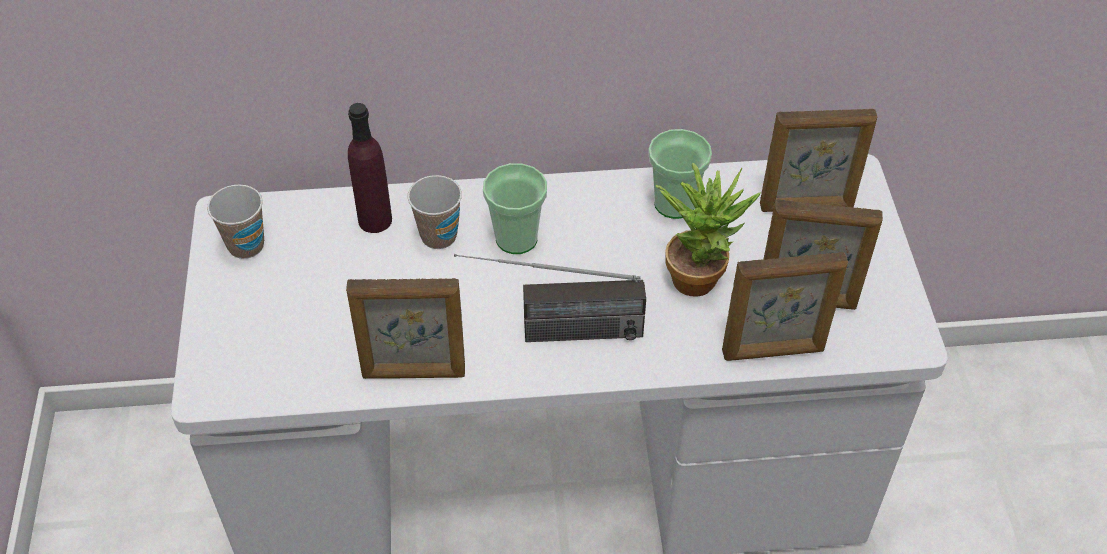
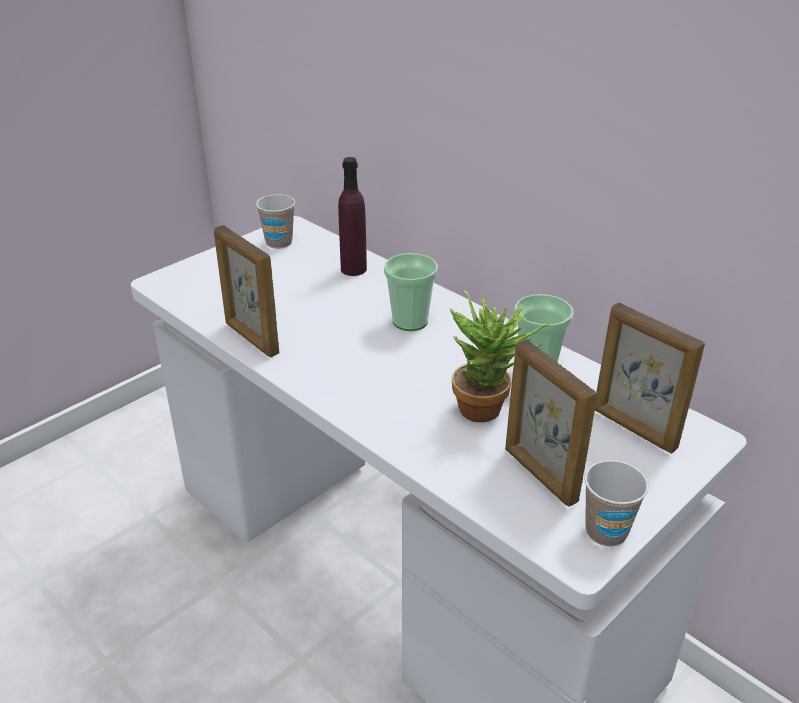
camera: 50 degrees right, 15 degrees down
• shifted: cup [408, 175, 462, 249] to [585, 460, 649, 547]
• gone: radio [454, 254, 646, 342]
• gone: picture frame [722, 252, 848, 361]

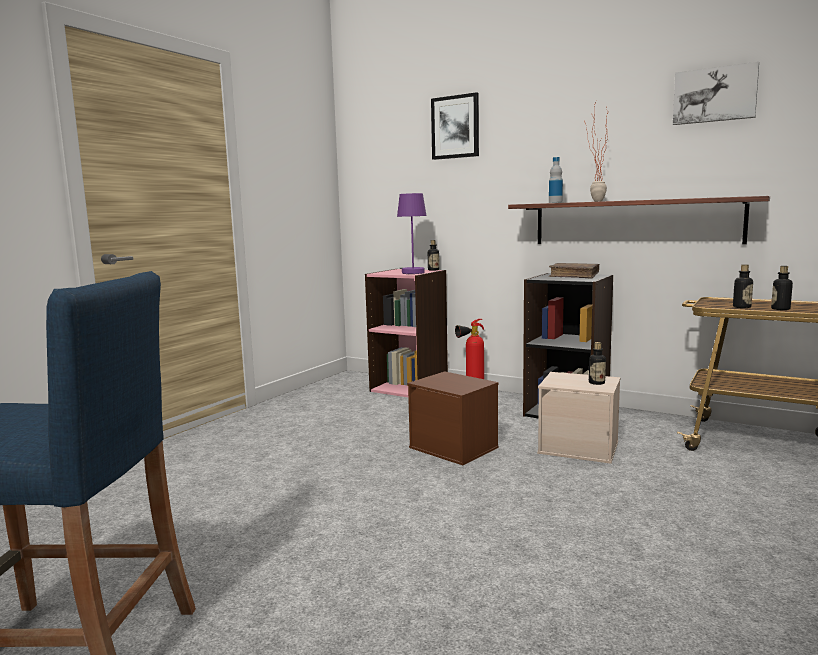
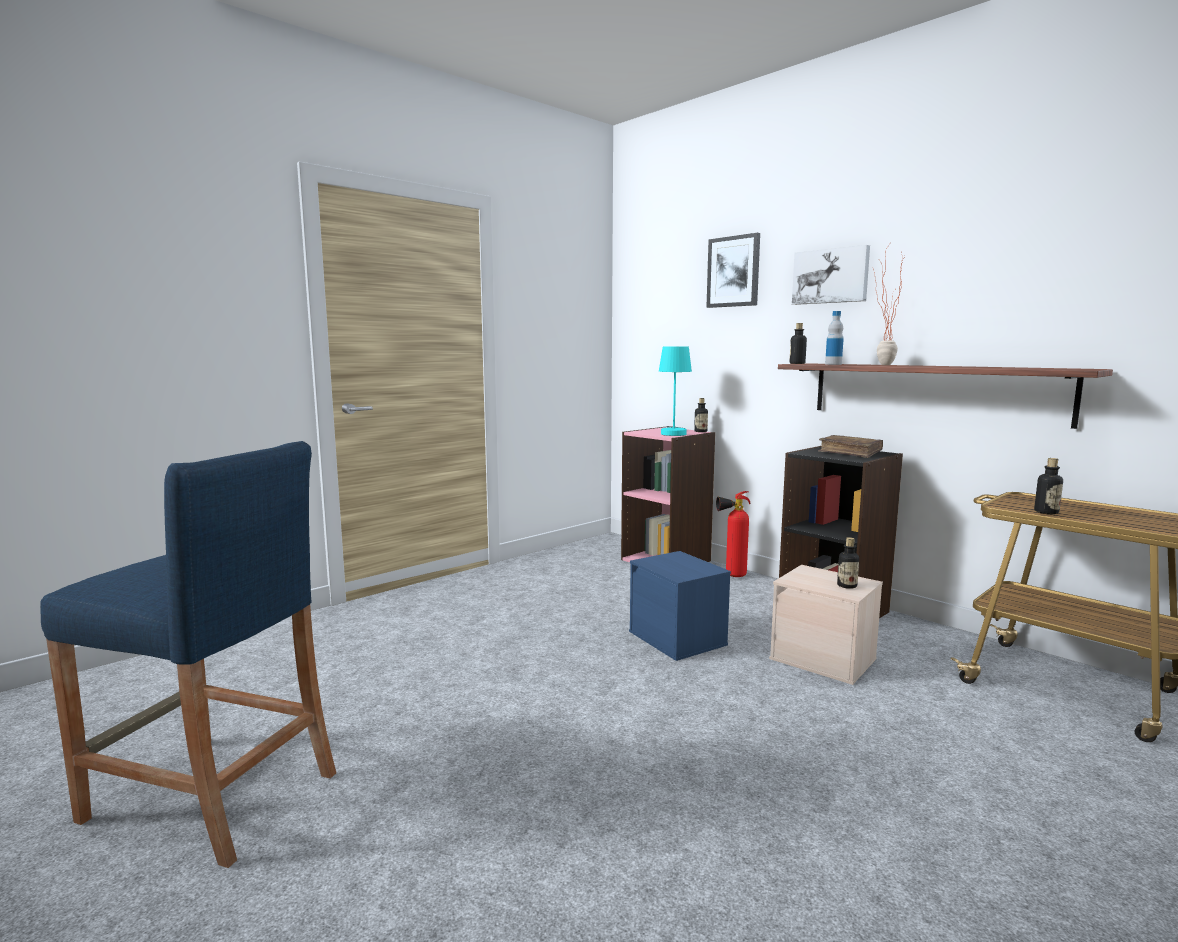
camera: 15 degrees right, 0 degrees up
• repainted: storage box in brown [407, 371, 499, 465] to storage box in blue [629, 551, 731, 661]
• repainted: table lamp in purple [397, 193, 427, 274] to table lamp in turquoise [659, 347, 692, 436]
• shifted: bottle [771, 266, 793, 310] to [790, 323, 807, 364]
• shifted: picture [673, 62, 759, 125] to [792, 245, 870, 305]

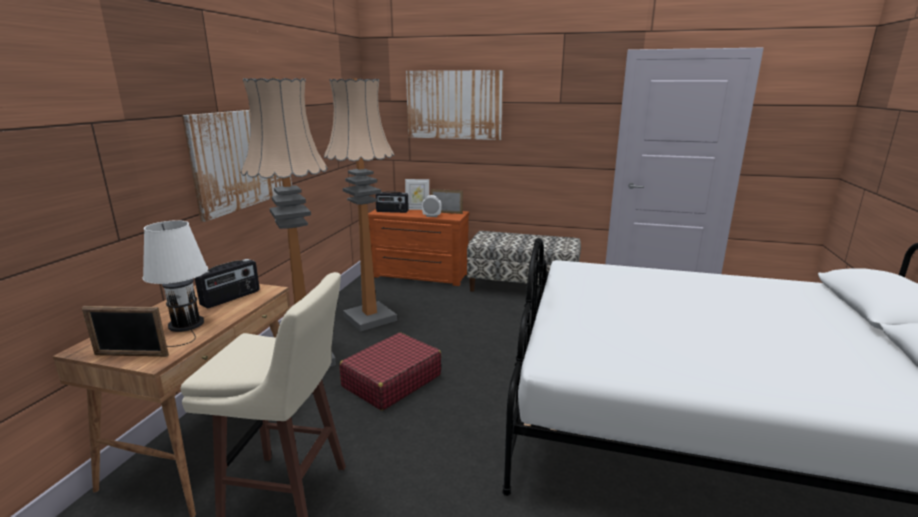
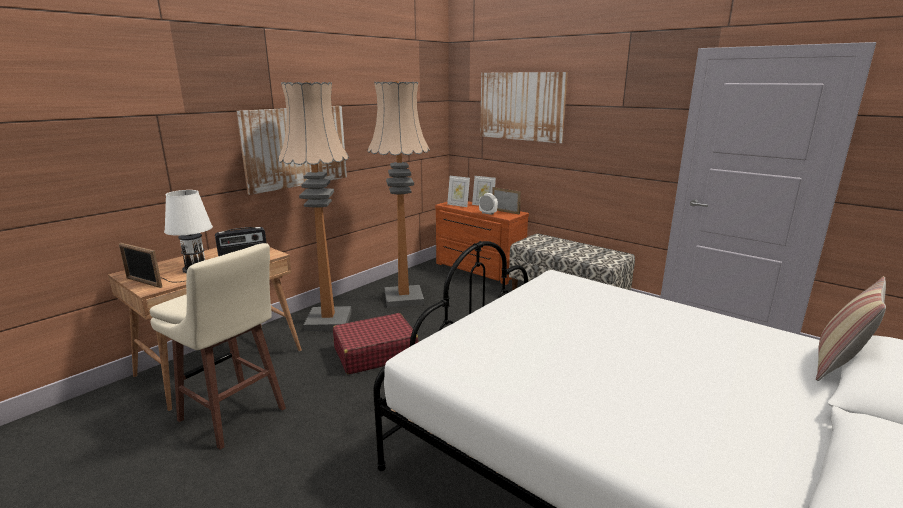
camera: 25 degrees right, 0 degrees up
• swapped: radio [375, 191, 409, 213] to picture frame [447, 176, 470, 207]
• new: pillow [816, 276, 886, 381]

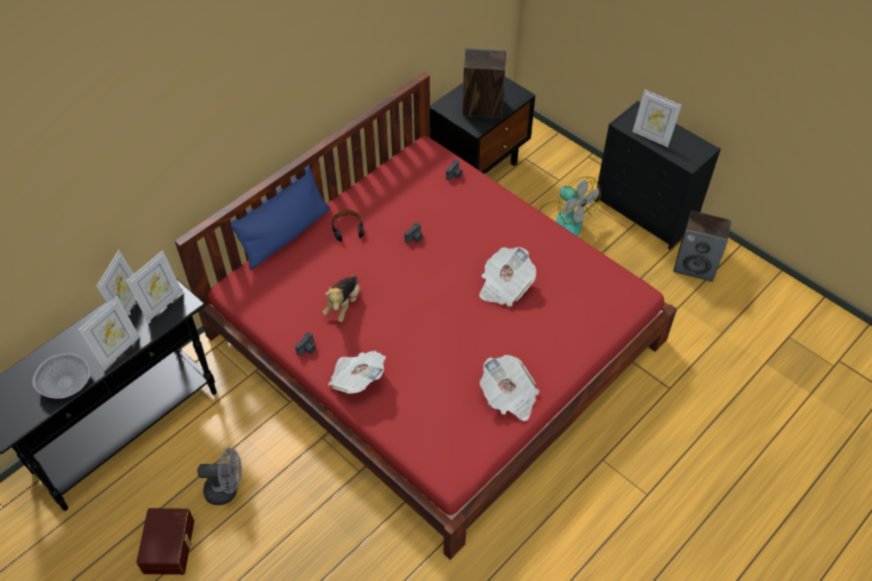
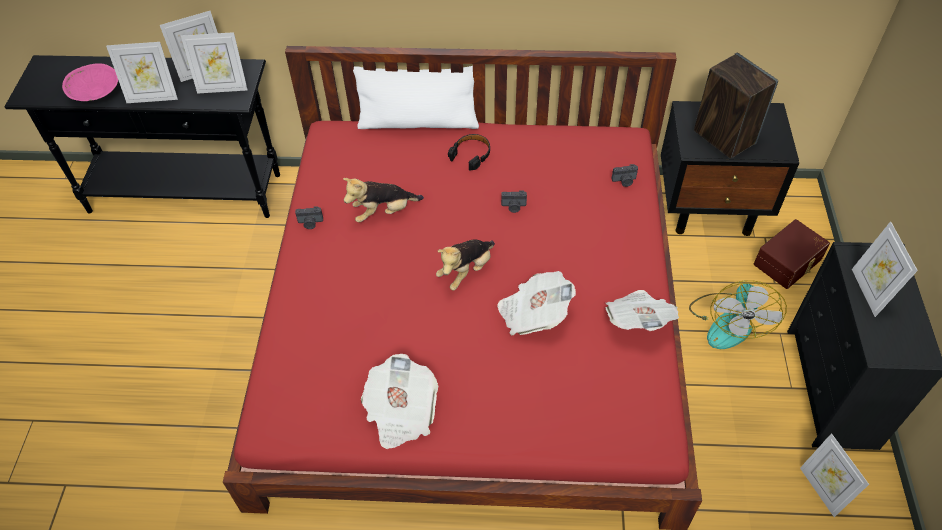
camera: 50 degrees right, 0 degrees up
• repainted: bowl in grey [32, 353, 90, 399] to bowl in pink [62, 63, 118, 101]
• repainted: pillow in blue [231, 165, 330, 270] to pillow in white [353, 66, 479, 129]
• new: plush toy [436, 239, 495, 290]
• shifted: newspaper [328, 351, 386, 394] to [605, 290, 679, 331]
• shifted: storage box in brown [136, 508, 194, 575] to [754, 219, 830, 289]
• swapped: speaker [673, 211, 732, 282] to picture frame [800, 433, 869, 517]
• gone: fan in grey [198, 448, 242, 505]

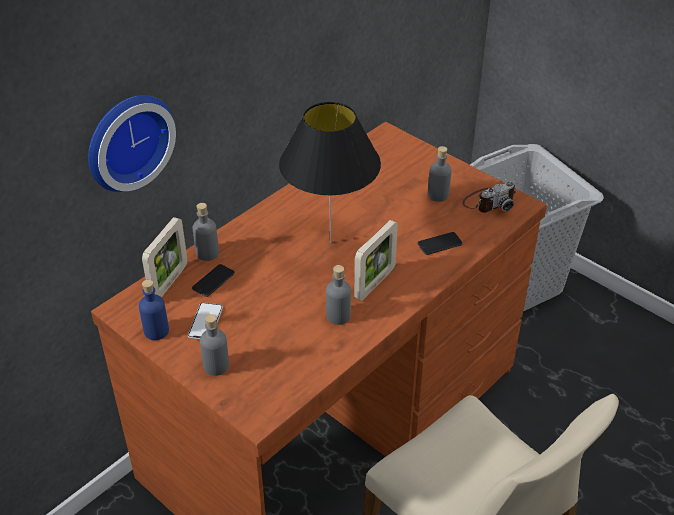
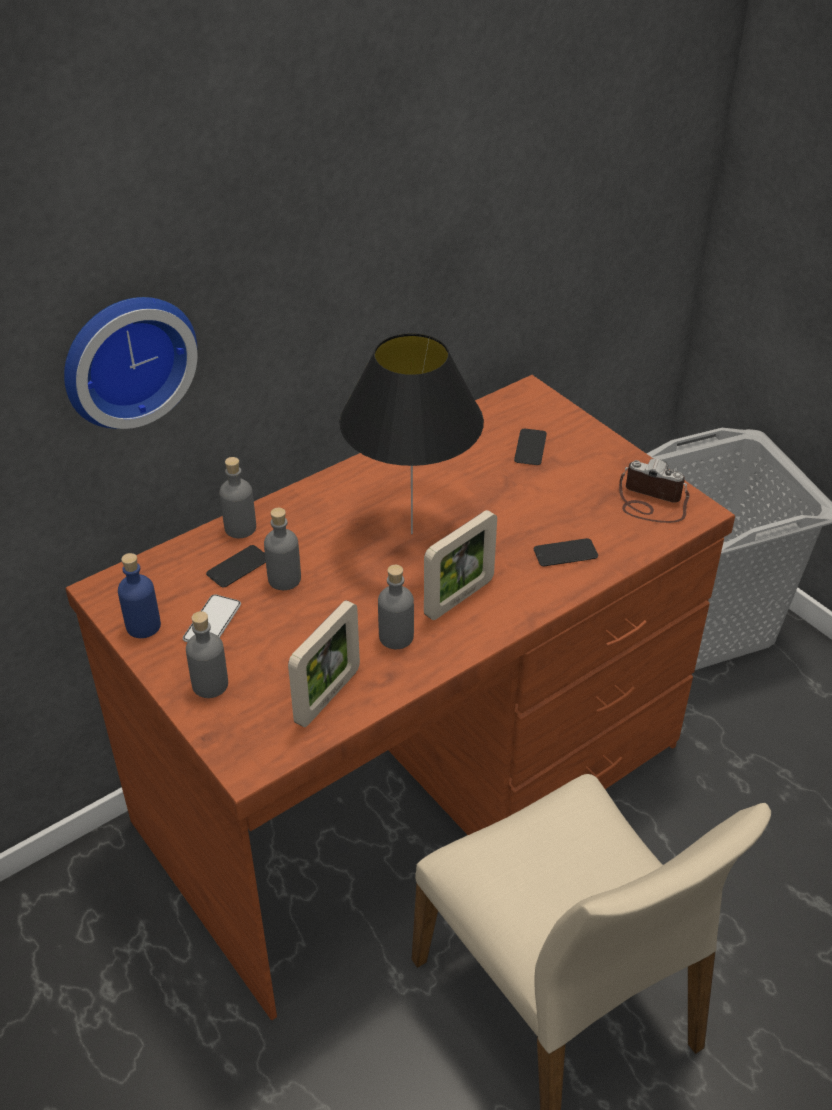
camera: 10 degrees right, 0 degrees up
• shifted: bottle in grey [428, 146, 452, 202] to [264, 508, 301, 590]
• shifted: picture frame [142, 217, 187, 298] to [288, 600, 360, 727]
• new: phone [514, 429, 547, 465]
• rotated: photo camera [462, 181, 516, 213] = [619, 459, 690, 523] 135 degrees counterclockwise

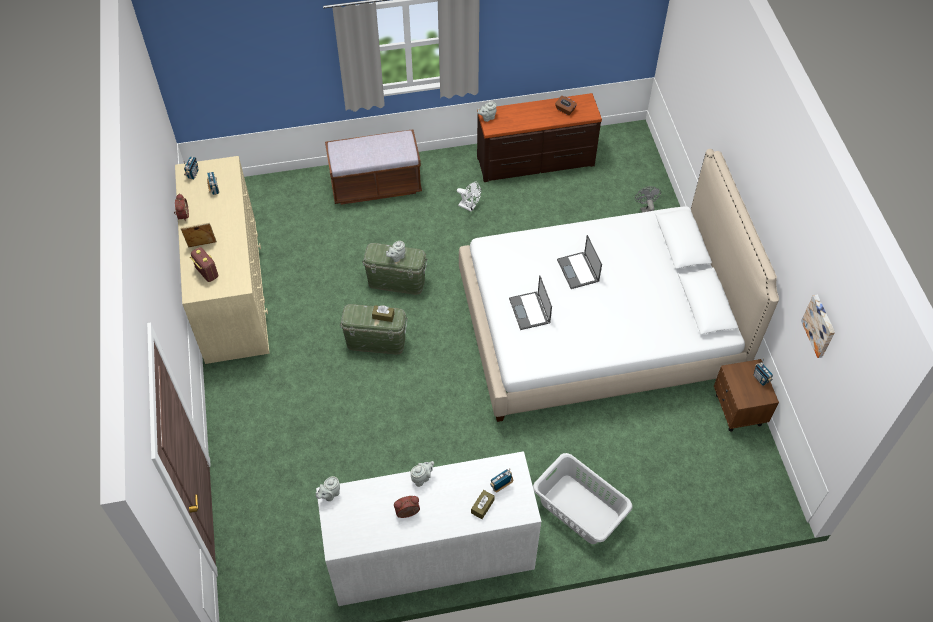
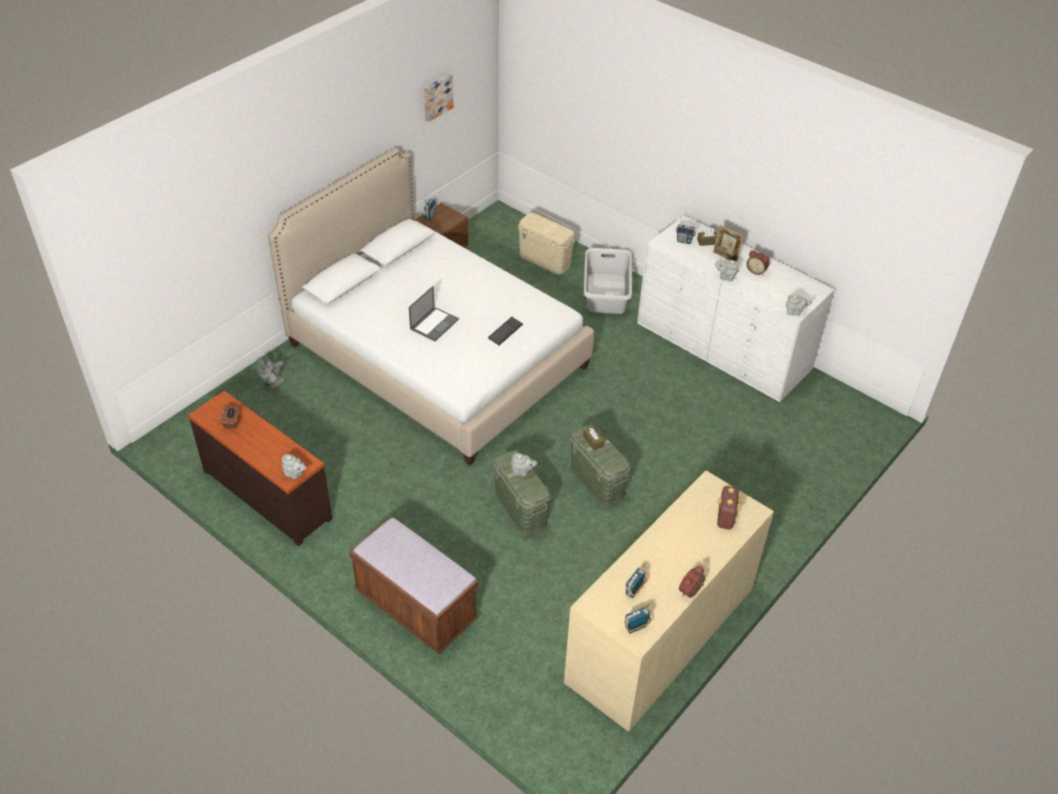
camera: 130 degrees left, 10 degrees down
• swapped: laptop [509, 275, 552, 330] to keyboard [488, 317, 523, 345]
• new: storage box in beige [518, 213, 575, 275]
• shifted: picture frame [181, 223, 217, 248] to [713, 225, 744, 262]
• gone: fan in white [457, 181, 481, 212]

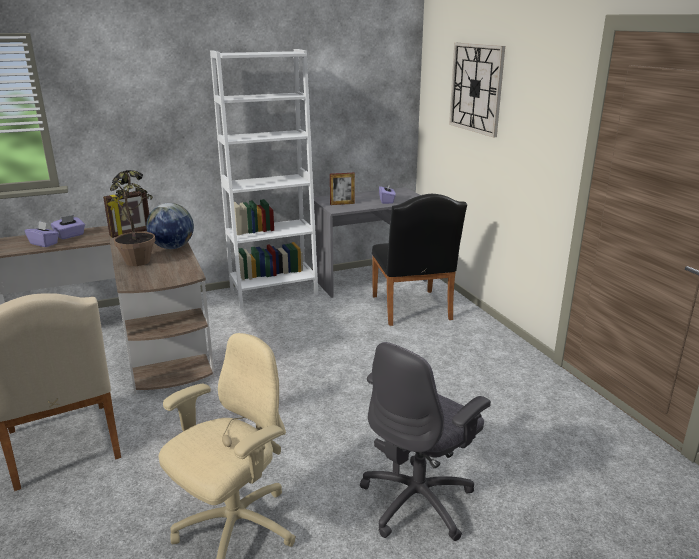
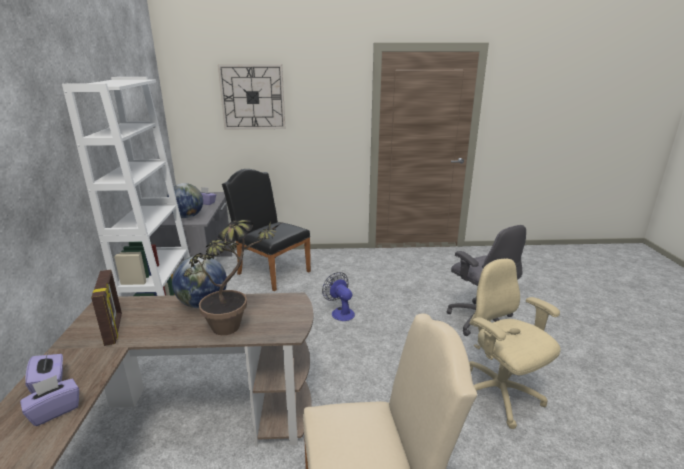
camera: 70 degrees left, 0 degrees up
• swapped: picture frame [330, 173, 355, 205] to globe [167, 183, 203, 218]
• rotated: chair in black [372, 194, 467, 326] = [222, 169, 311, 291] 150 degrees counterclockwise
• new: fan [322, 272, 355, 321]

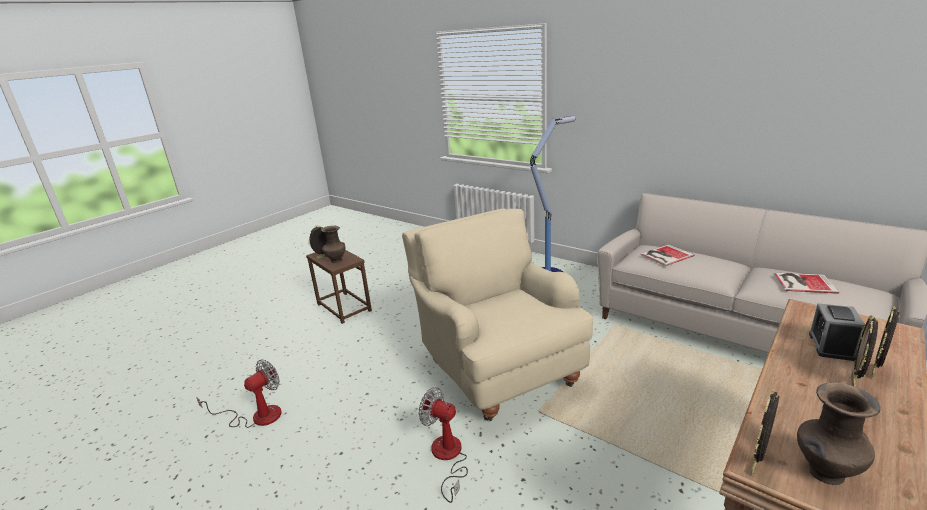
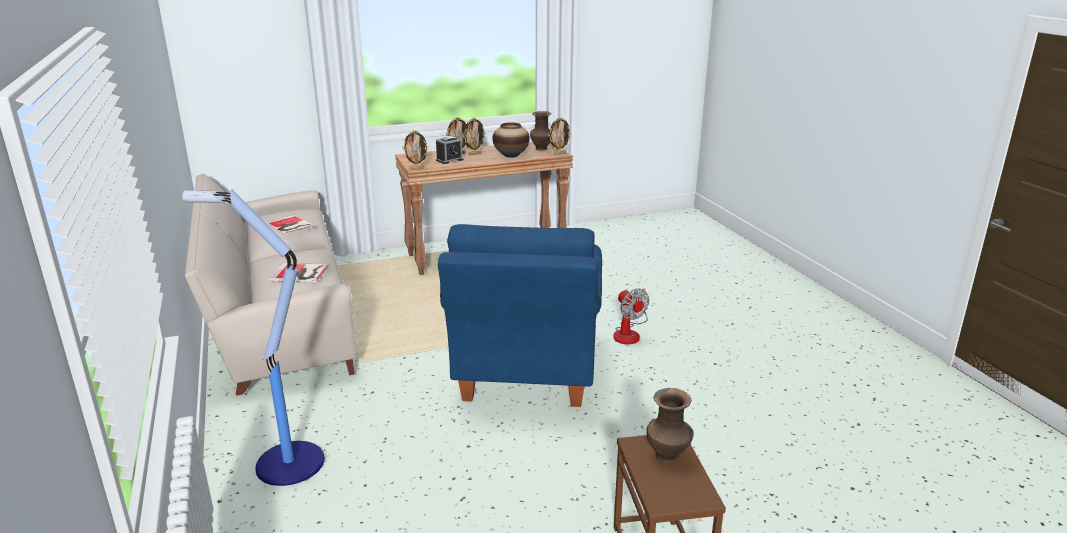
camera: 150 degrees left, 0 degrees up
• shifted: picture frame [308, 225, 327, 259] to [402, 130, 429, 169]
• repainted: armchair in beige [402, 209, 593, 421] to armchair in blue [438, 224, 602, 407]
• new: vase [492, 122, 530, 158]
• gone: fan [196, 360, 282, 428]

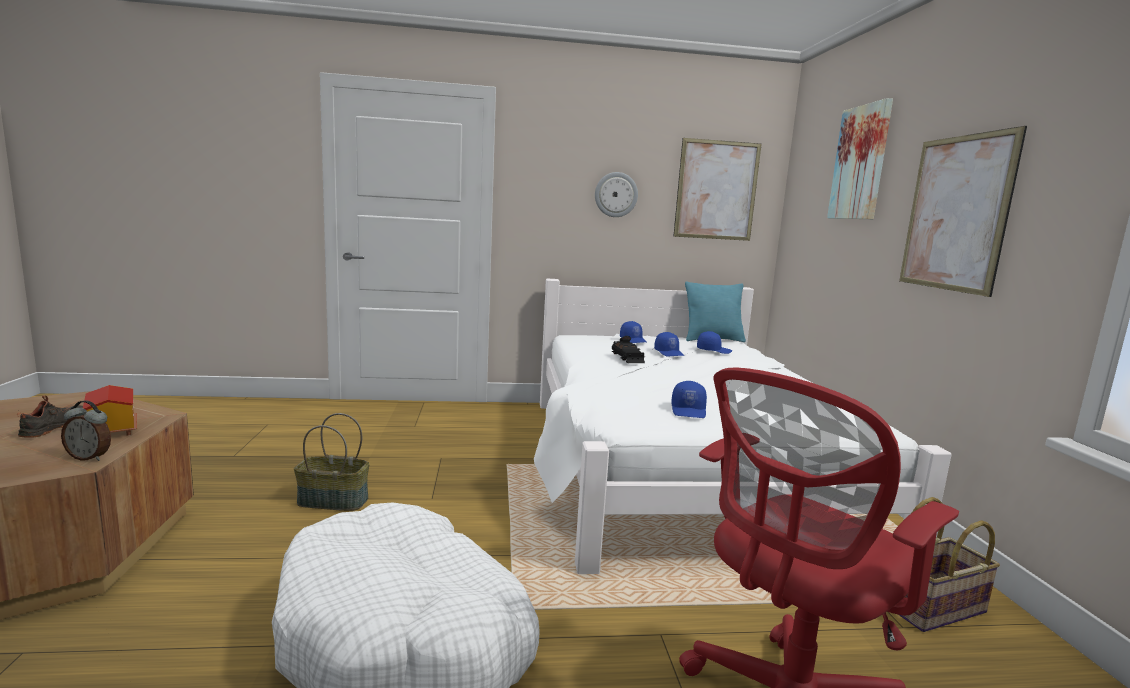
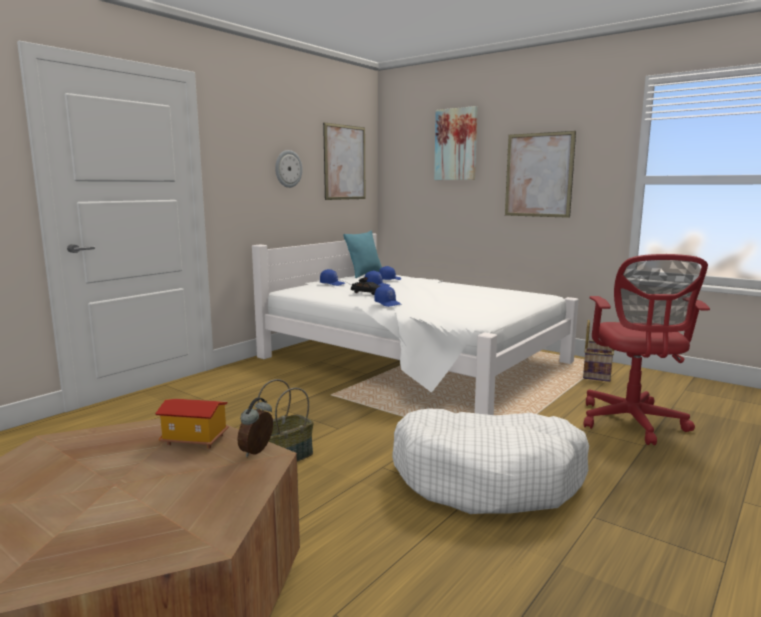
camera: 45 degrees left, 0 degrees up
• rotated: alarm clock [61, 400, 111, 461] = [237, 397, 273, 457] 150 degrees clockwise
• shifted: cap in blue [671, 381, 707, 418] to [374, 285, 402, 307]
• gone: shoe in black [17, 395, 84, 438]

